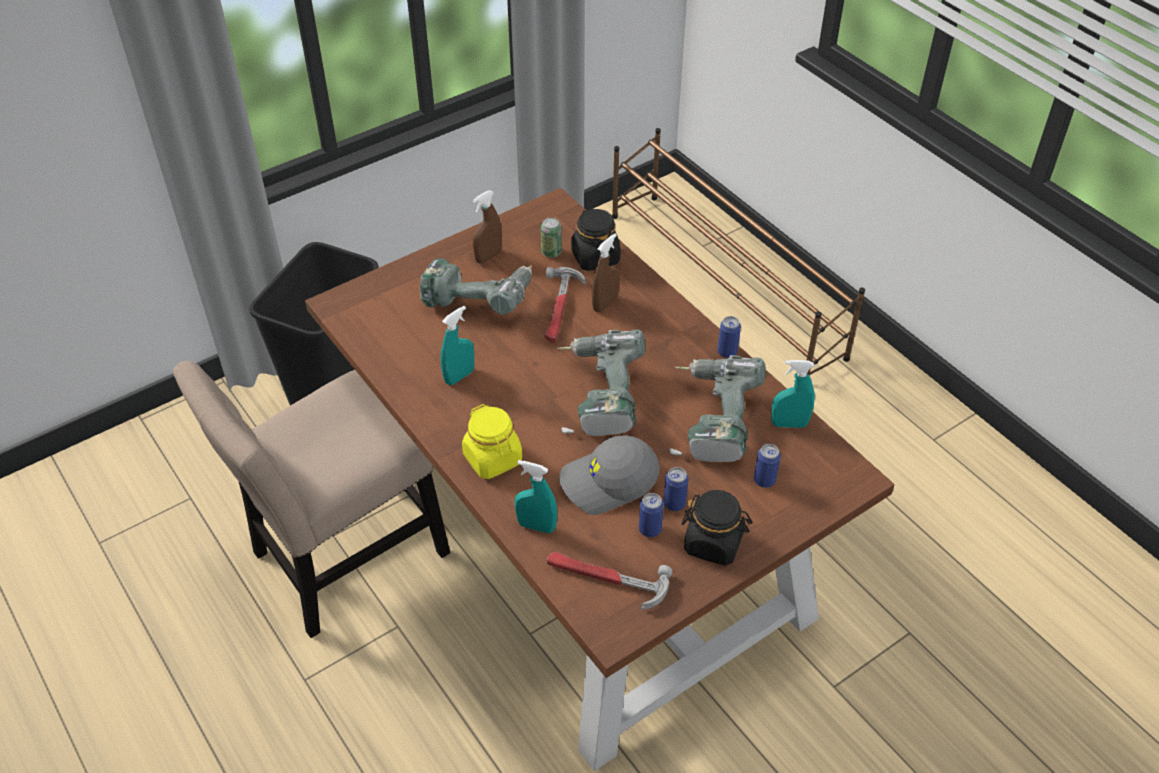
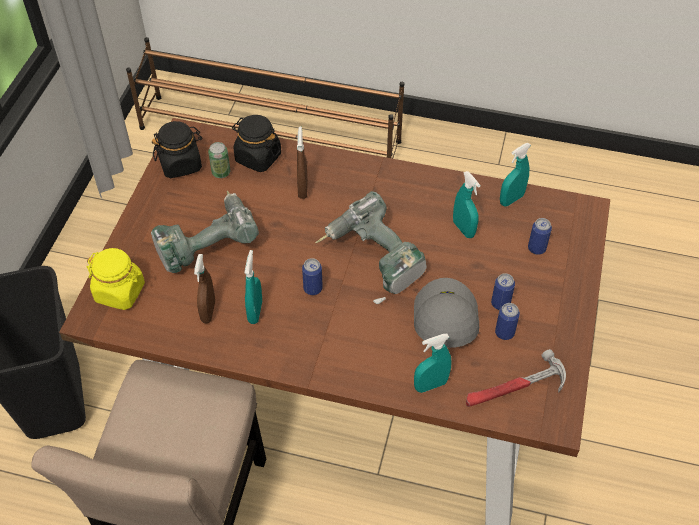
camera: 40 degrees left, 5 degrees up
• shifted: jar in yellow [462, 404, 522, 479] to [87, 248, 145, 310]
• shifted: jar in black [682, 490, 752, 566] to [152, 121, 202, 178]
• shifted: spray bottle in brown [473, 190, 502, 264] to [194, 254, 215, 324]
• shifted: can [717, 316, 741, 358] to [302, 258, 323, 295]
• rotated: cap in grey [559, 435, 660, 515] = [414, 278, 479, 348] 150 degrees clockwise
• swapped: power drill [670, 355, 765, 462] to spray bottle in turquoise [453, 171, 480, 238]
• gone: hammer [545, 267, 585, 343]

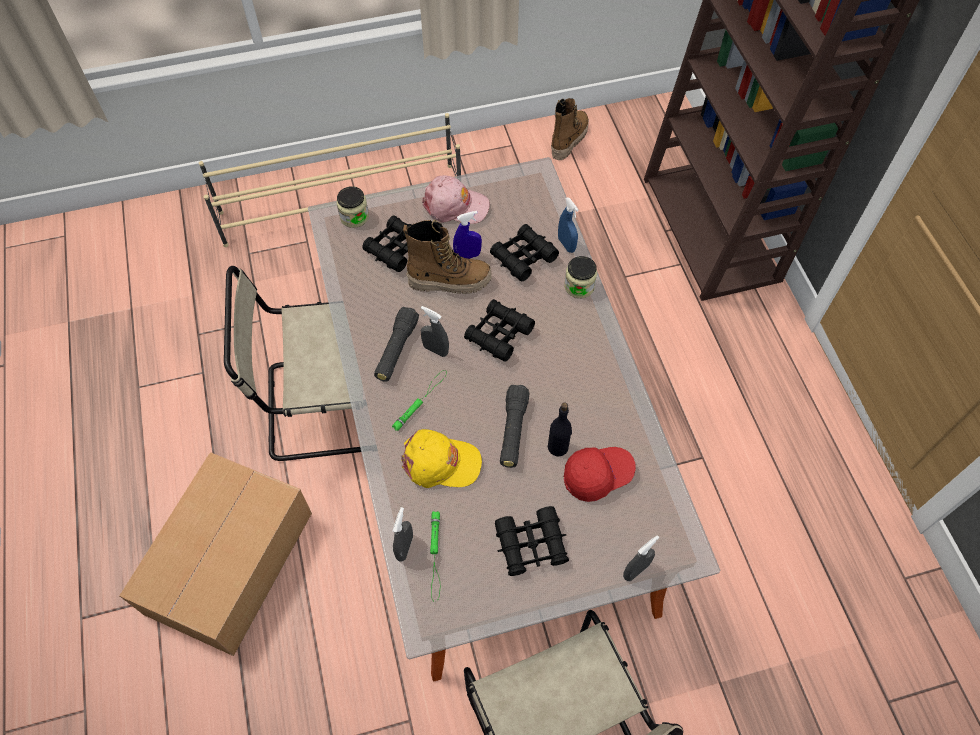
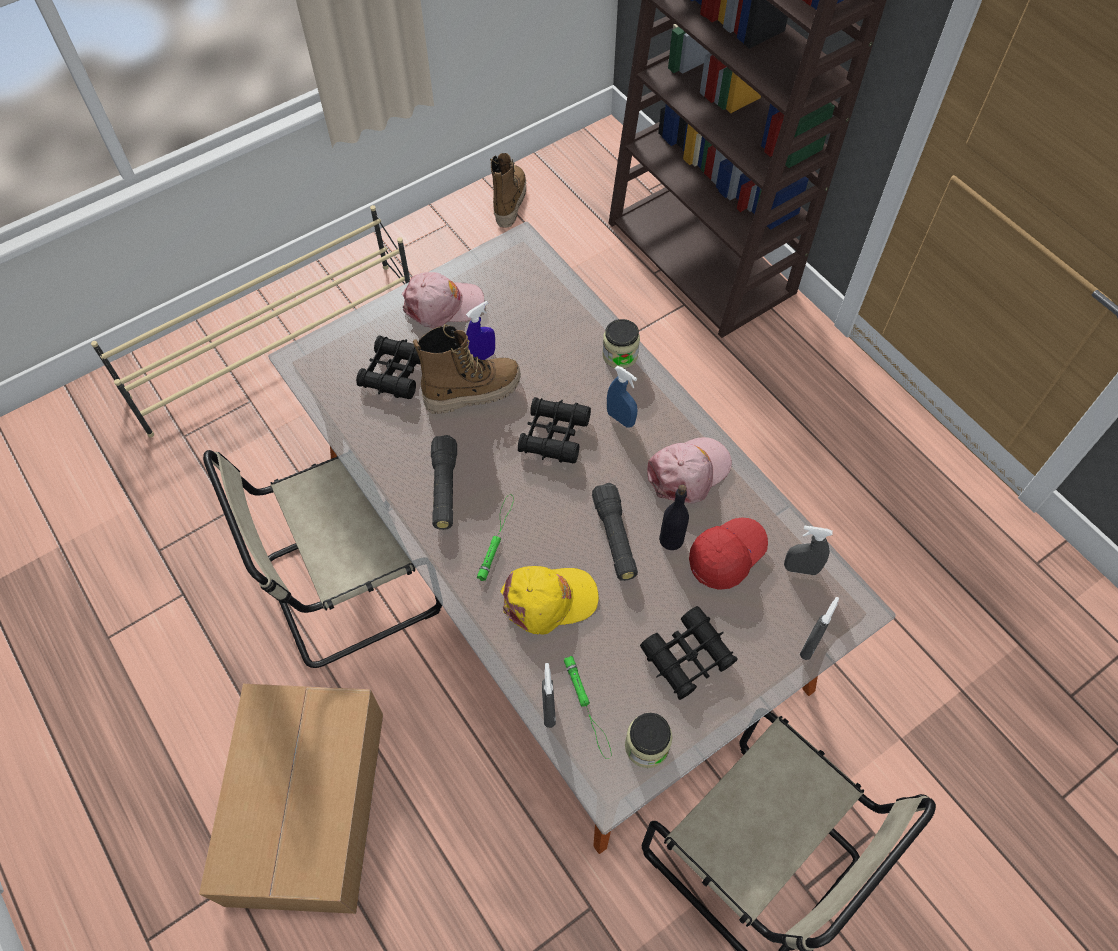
camera: 20 degrees left, 0 degrees up
• shifted: spray bottle in blue [558, 197, 579, 253] to [607, 366, 637, 428]
• shifted: jar [337, 186, 369, 228] to [625, 713, 672, 768]
• new: cap in pink [647, 437, 732, 504]
• shifted: spray bottle in grey [421, 306, 449, 357] to [784, 526, 833, 575]
• gone: binoculars in black [490, 224, 559, 281]

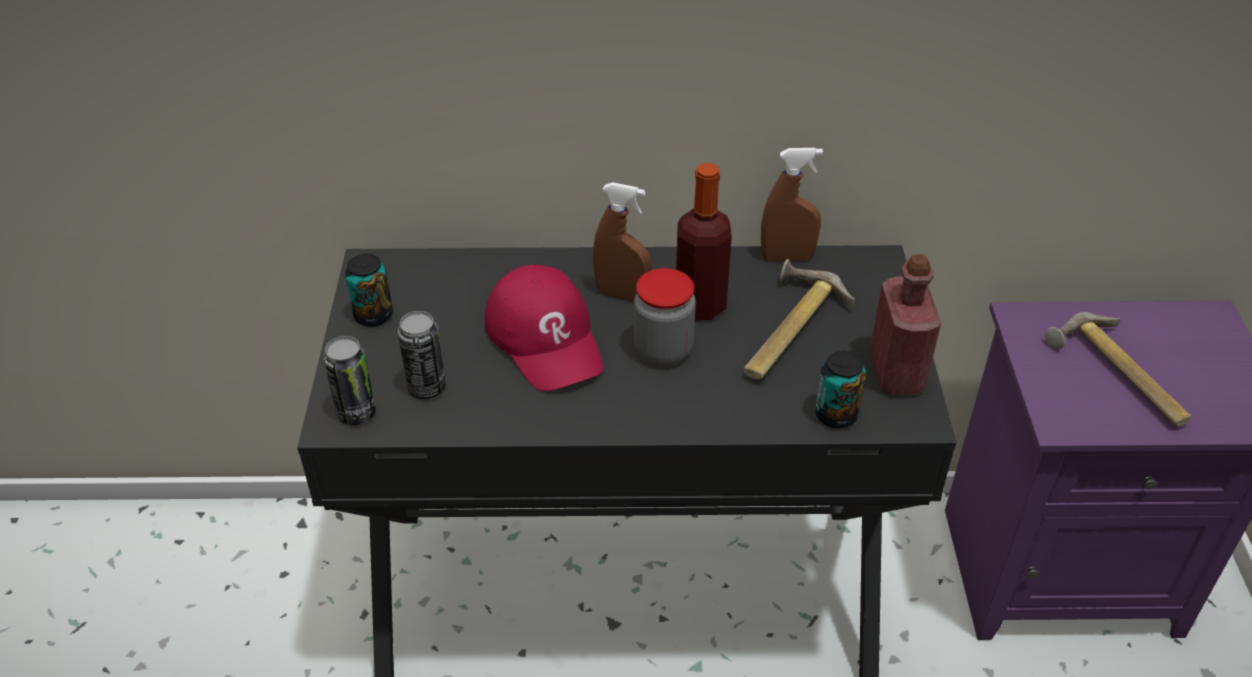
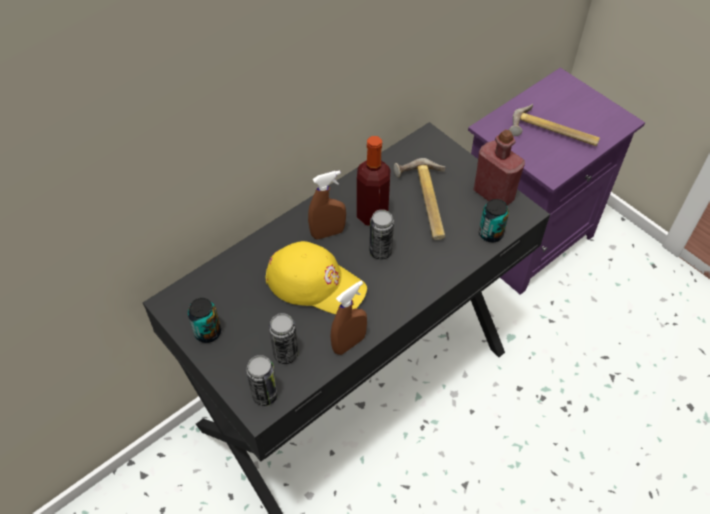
camera: 40 degrees left, 10 degrees up
• repainted: cap in red [485, 265, 603, 391] to cap in yellow [266, 241, 367, 314]
• shifted: spray bottle in brown [761, 148, 823, 261] to [330, 280, 367, 355]
• swapped: jar [634, 268, 696, 366] to can [369, 210, 394, 260]

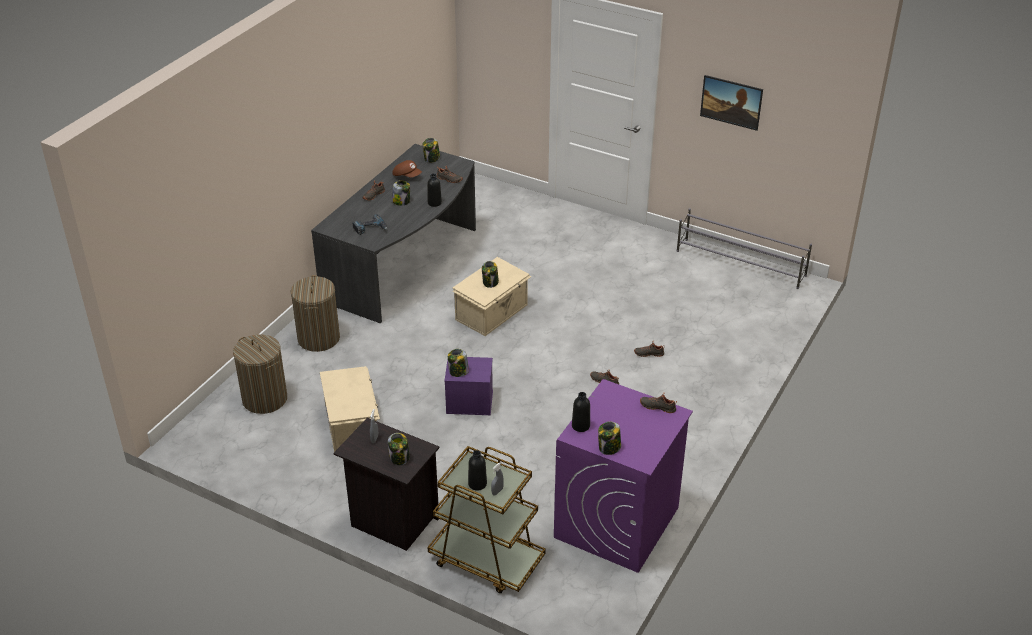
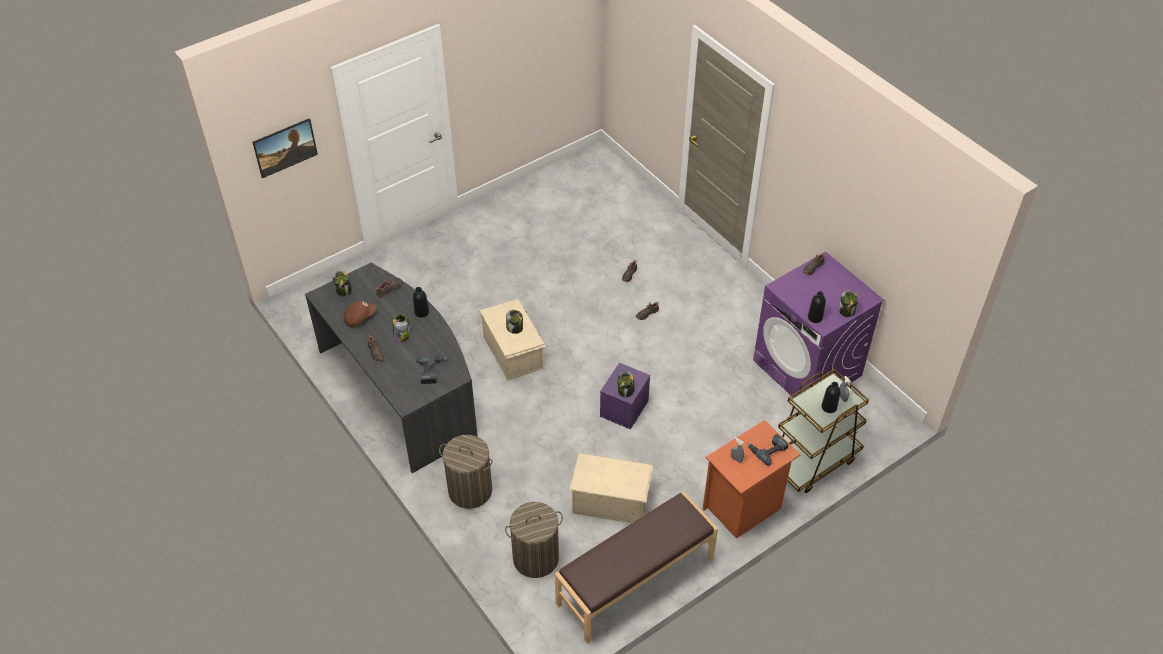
camera: 65 degrees left, 10 degrees up
• shifted: picture [700, 75, 763, 131] to [252, 118, 318, 178]
• new: bench in brown [555, 492, 718, 644]
• repainted: nightstand in black [333, 418, 439, 551] to nightstand in orange [703, 420, 801, 539]
• swapped: jar [388, 433, 410, 465] to power drill [747, 434, 788, 466]
• gone: shoe rack in grey [676, 208, 812, 289]

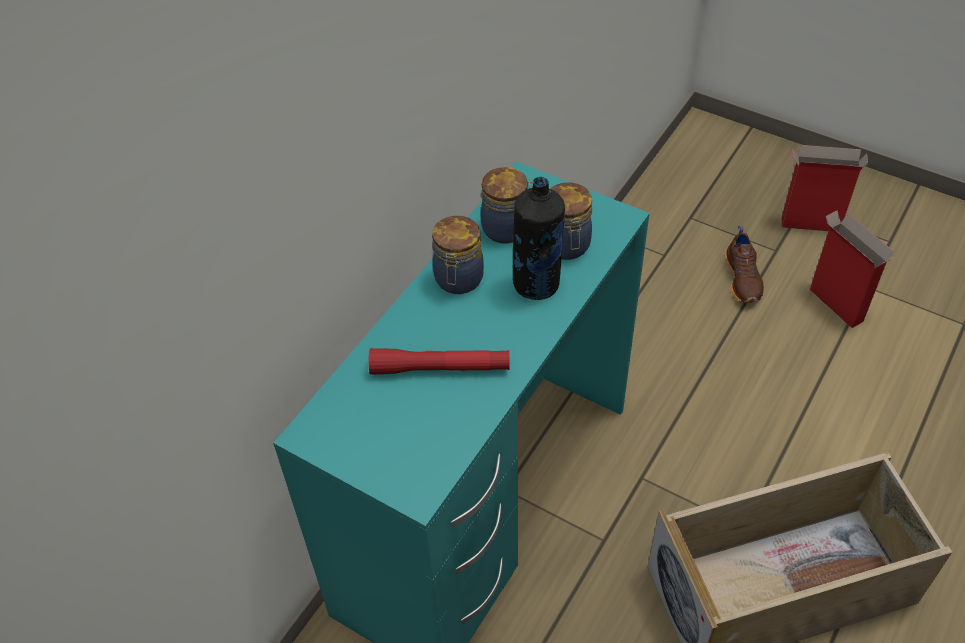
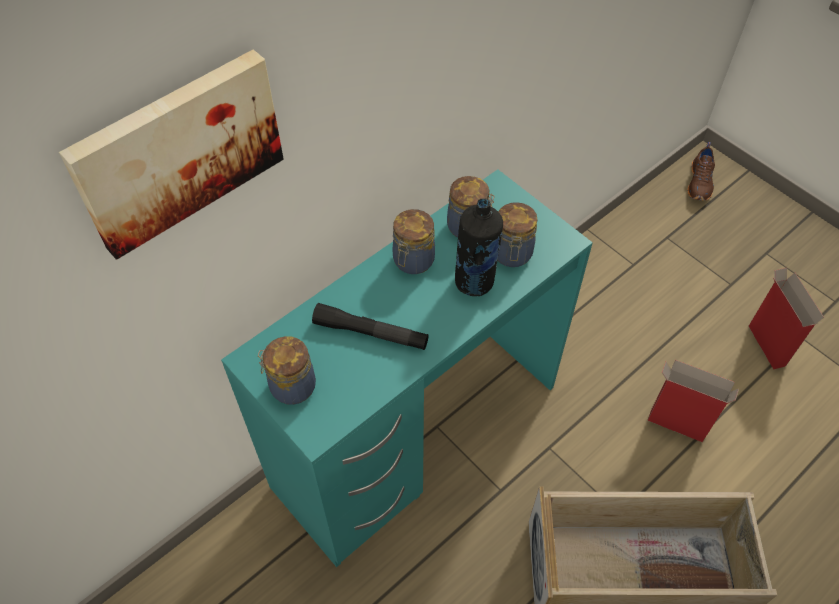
camera: 15 degrees right, 5 degrees up
• new: picture [59, 49, 284, 260]
• new: jar [258, 336, 316, 405]
• repainted: flashlight in red [369, 348, 510, 375] to flashlight in black [312, 303, 429, 350]
• shifted: cardboard box [782, 145, 868, 231] to [647, 360, 739, 442]
• shifted: shoe in brown [725, 226, 764, 302] to [687, 142, 715, 201]

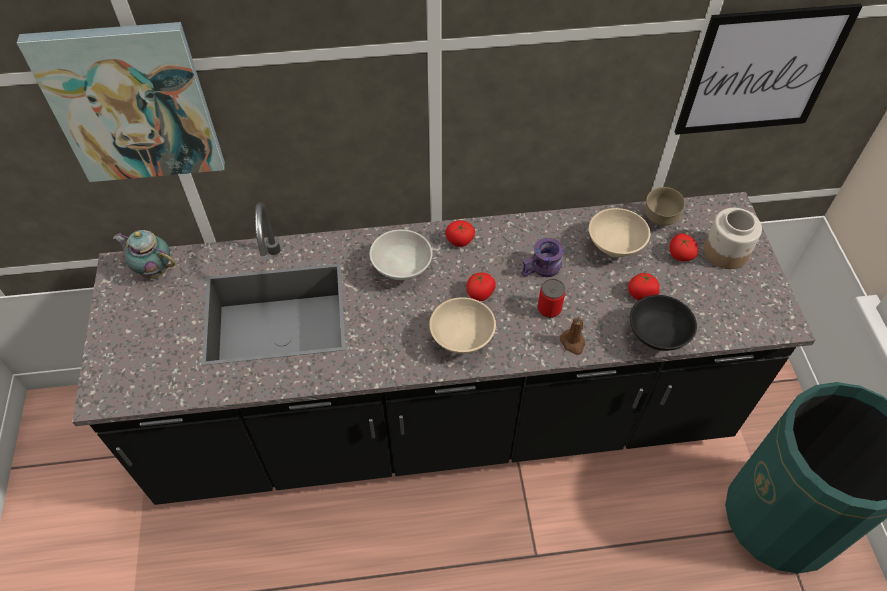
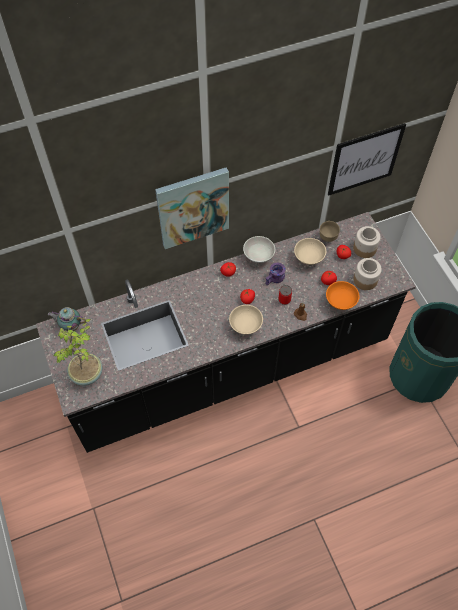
camera: 15 degrees left, 5 degrees up
• new: potted plant [53, 319, 103, 386]
• shifted: picture [17, 22, 225, 182] to [155, 167, 229, 249]
• shifted: bowl in white [369, 230, 432, 280] to [243, 236, 275, 263]
• repainted: bowl in black [630, 295, 697, 351] to bowl in orange [326, 281, 360, 310]
• new: jar [354, 258, 382, 290]

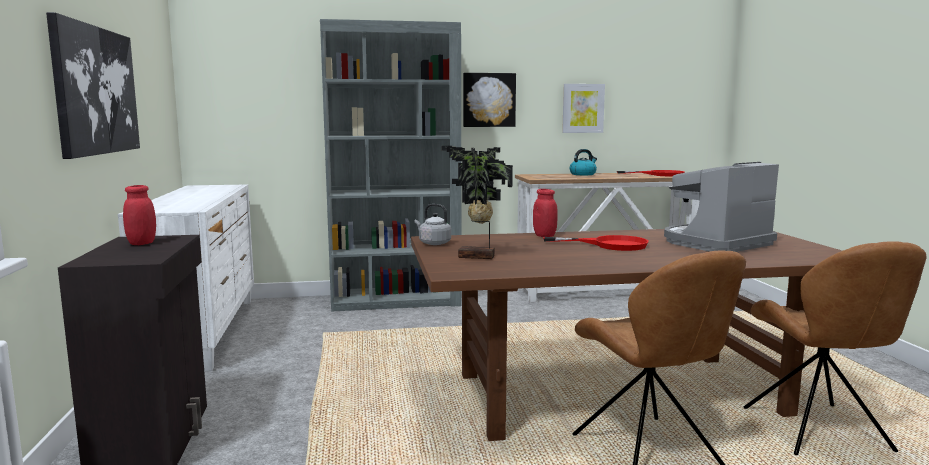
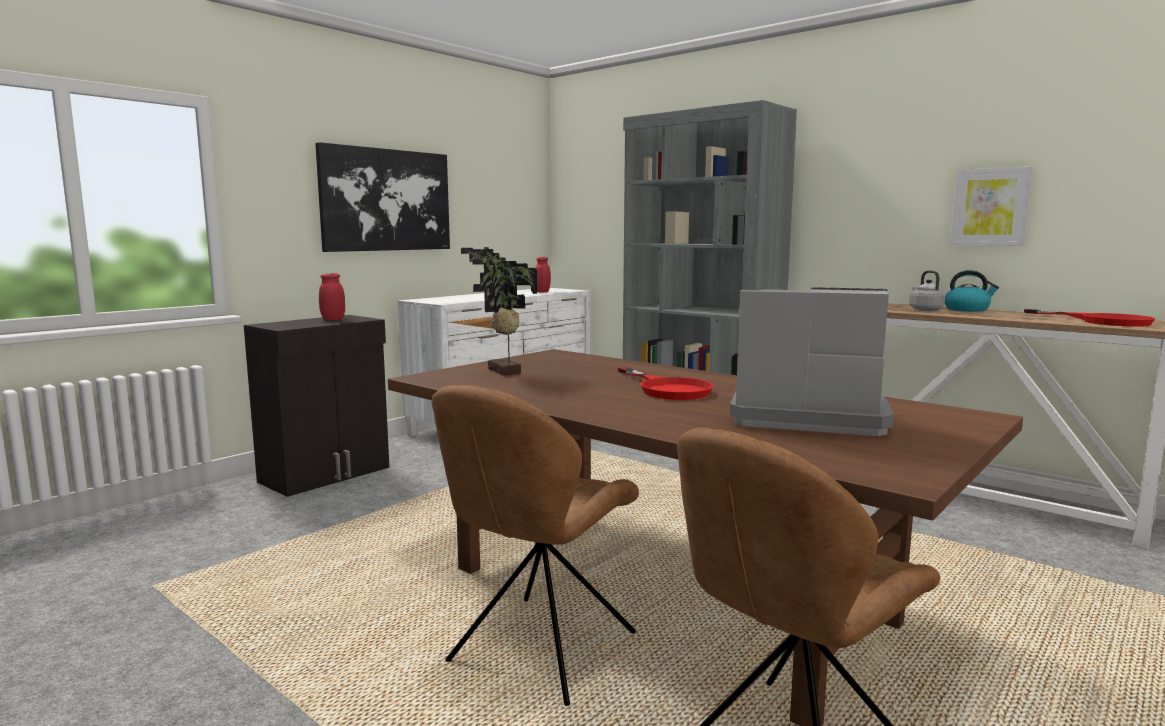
camera: 50 degrees right, 0 degrees up
• shifted: jar in red [533, 189, 558, 237] to [535, 257, 551, 293]
• shifted: kettle in grey [414, 204, 451, 245] to [909, 270, 945, 311]
• gone: picture [463, 73, 516, 127]

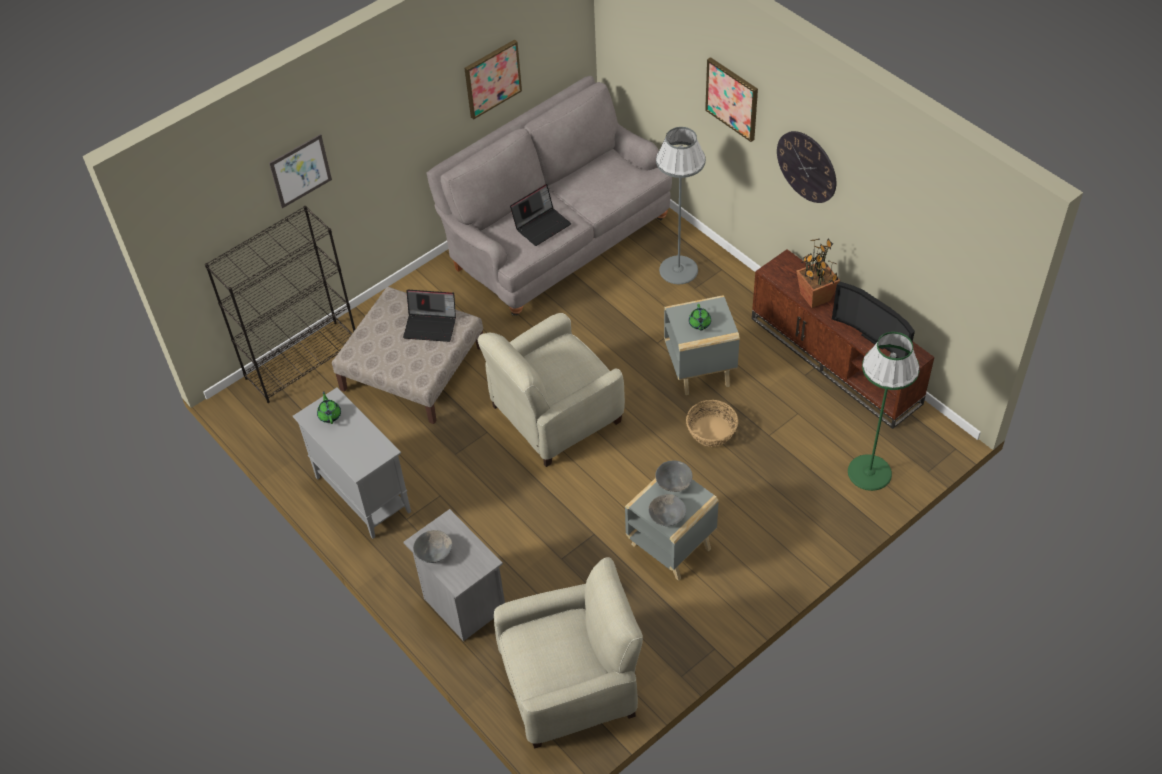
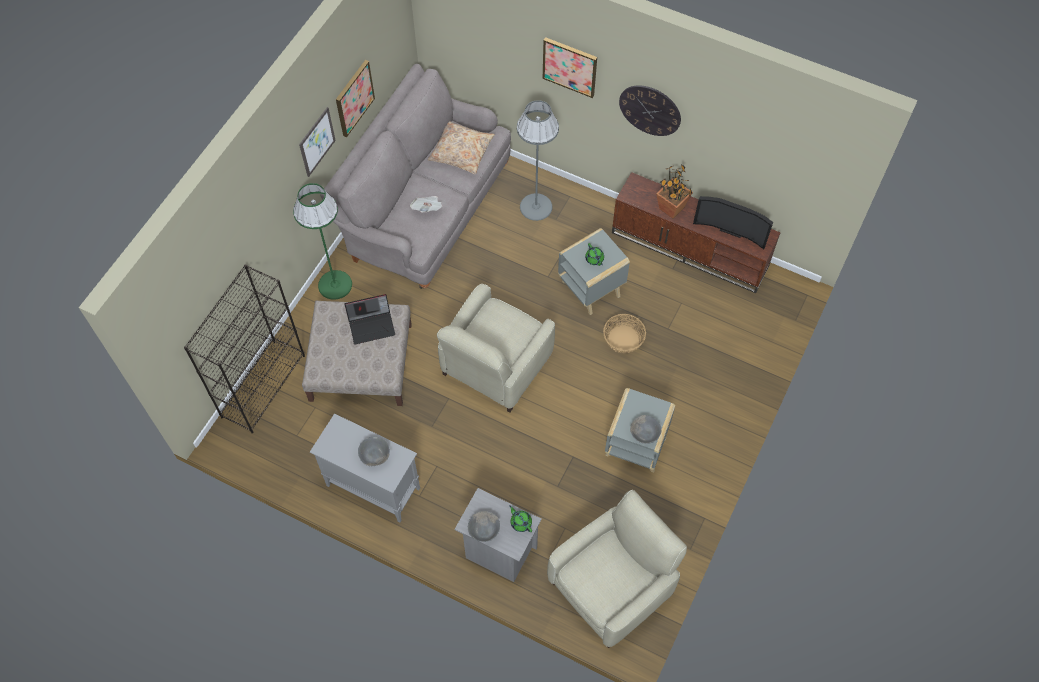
camera: 25 degrees left, 10 degrees up
• shifted: floor lamp in green [848, 332, 920, 491] to [293, 183, 352, 300]
• shifted: picture [269, 134, 332, 208] to [299, 107, 336, 177]
• shifted: bowl in grey [655, 461, 692, 492] to [358, 437, 390, 466]
• swapped: laptop [510, 184, 571, 246] to newspaper [410, 196, 443, 212]
• new: pillow in beige [427, 121, 495, 175]
• shifted: teapot in green [317, 391, 341, 424] to [509, 505, 532, 532]

